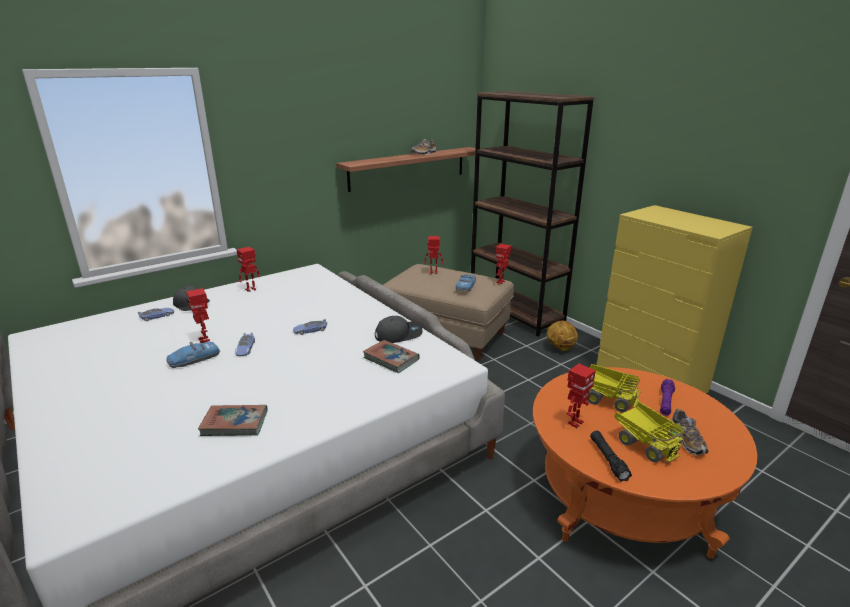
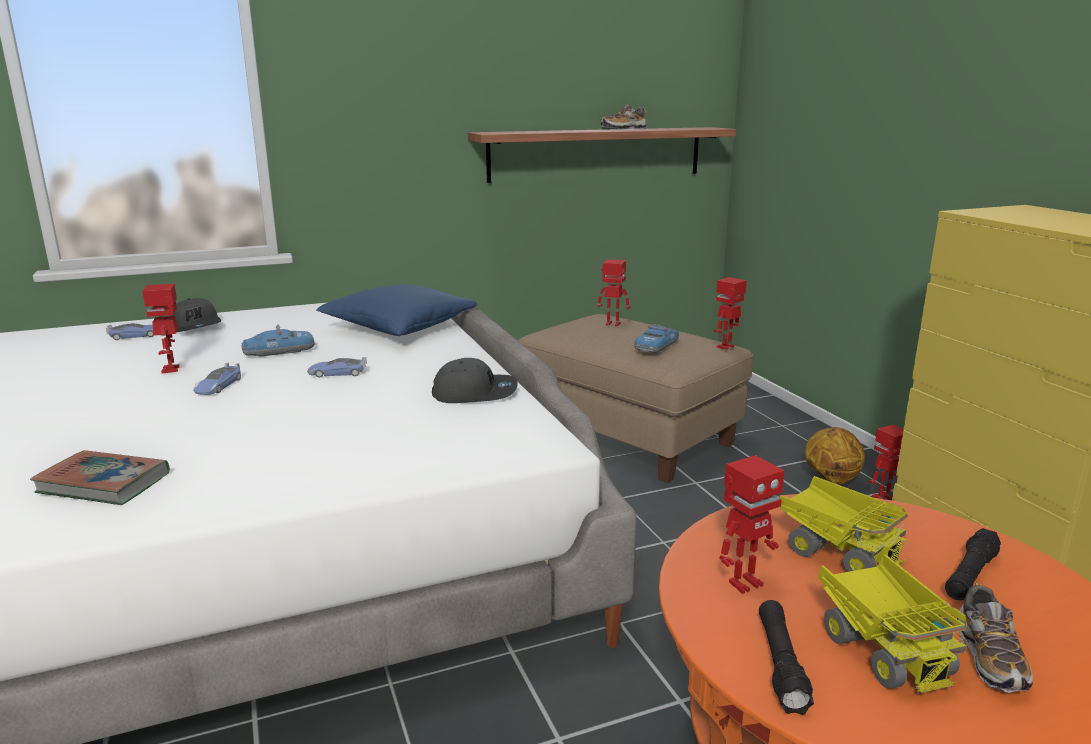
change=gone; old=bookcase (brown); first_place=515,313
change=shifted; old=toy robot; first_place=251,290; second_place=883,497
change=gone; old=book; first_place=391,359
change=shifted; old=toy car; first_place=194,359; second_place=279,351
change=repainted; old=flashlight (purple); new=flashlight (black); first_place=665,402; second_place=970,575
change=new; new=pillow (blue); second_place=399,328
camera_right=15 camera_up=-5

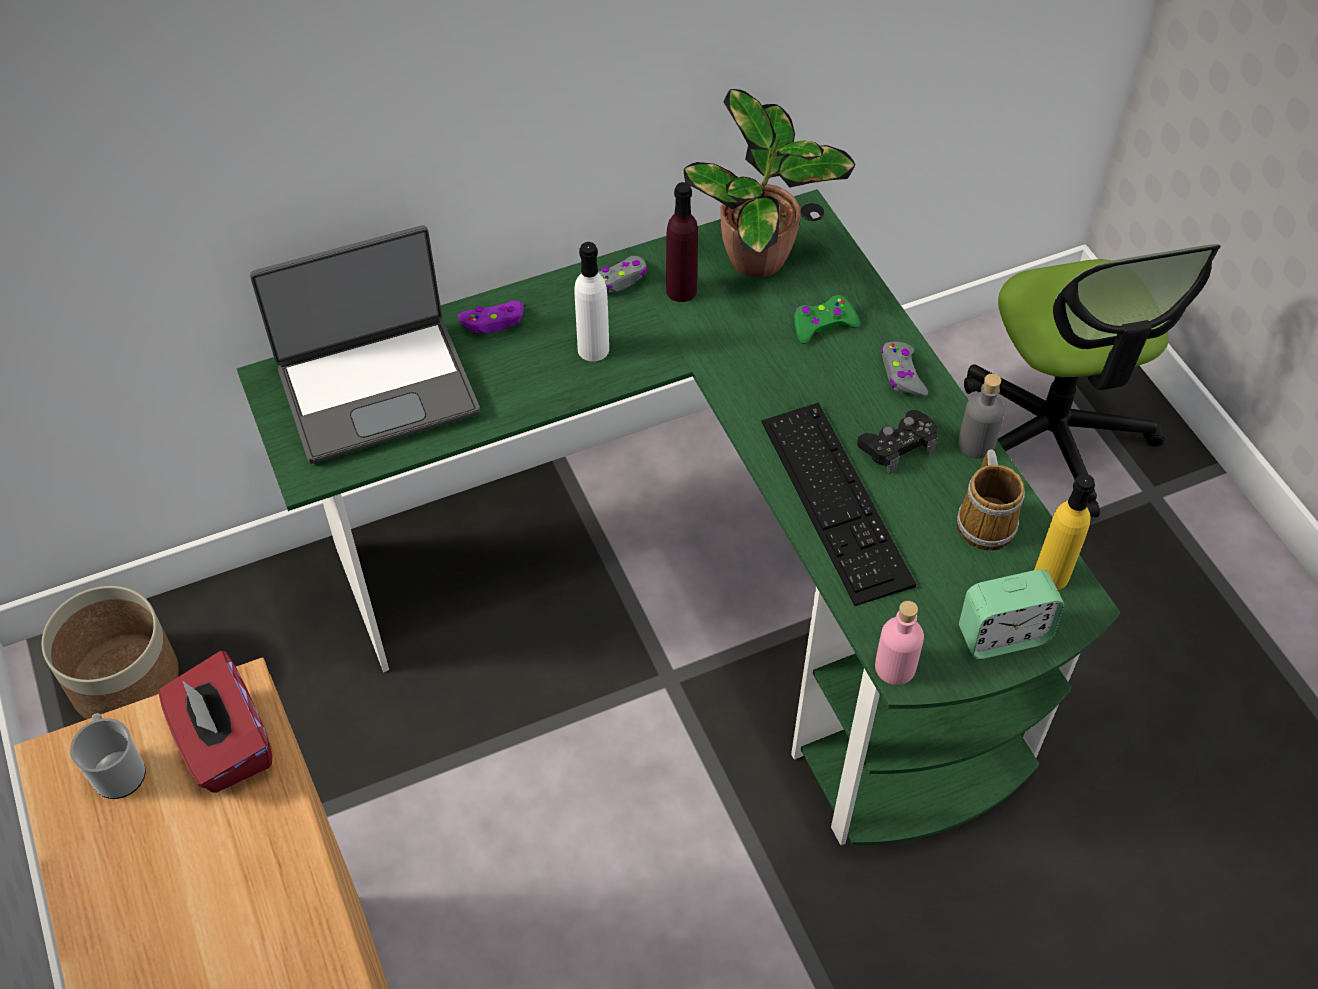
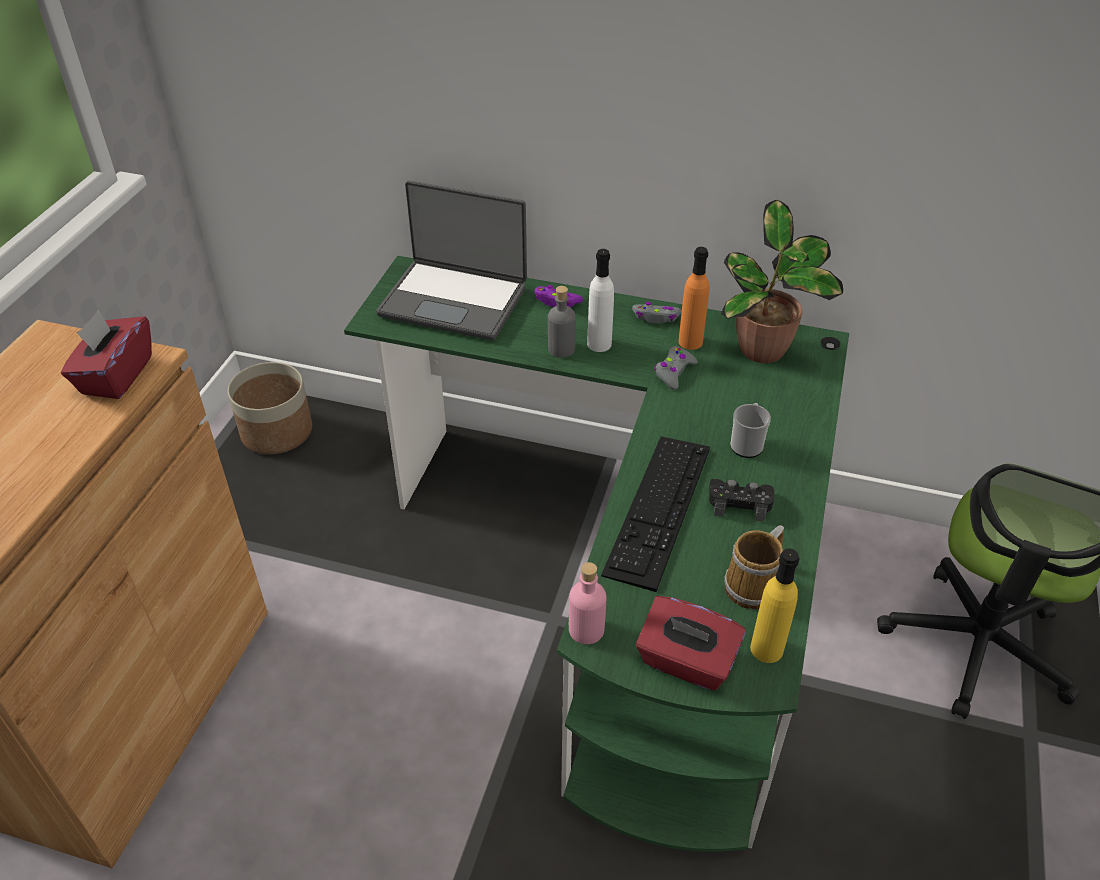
change=repainted; old=bottle (purple); new=bottle (orange); first_place=681,290; second_place=690,342
change=gone; old=game controller (green); first_place=823,325
change=shifted; old=game controller (grey); first_place=901,375; second_place=674,372
change=shifted; old=bottle (grey); first_place=976,444; second_place=561,349
change=swapped; old=alarm clock; new=tissue box (red); first_place=1003,635; second_place=686,662
change=shifted; old=mug; first_place=118,770; second_place=747,444
camera_right=40 camera_up=-10

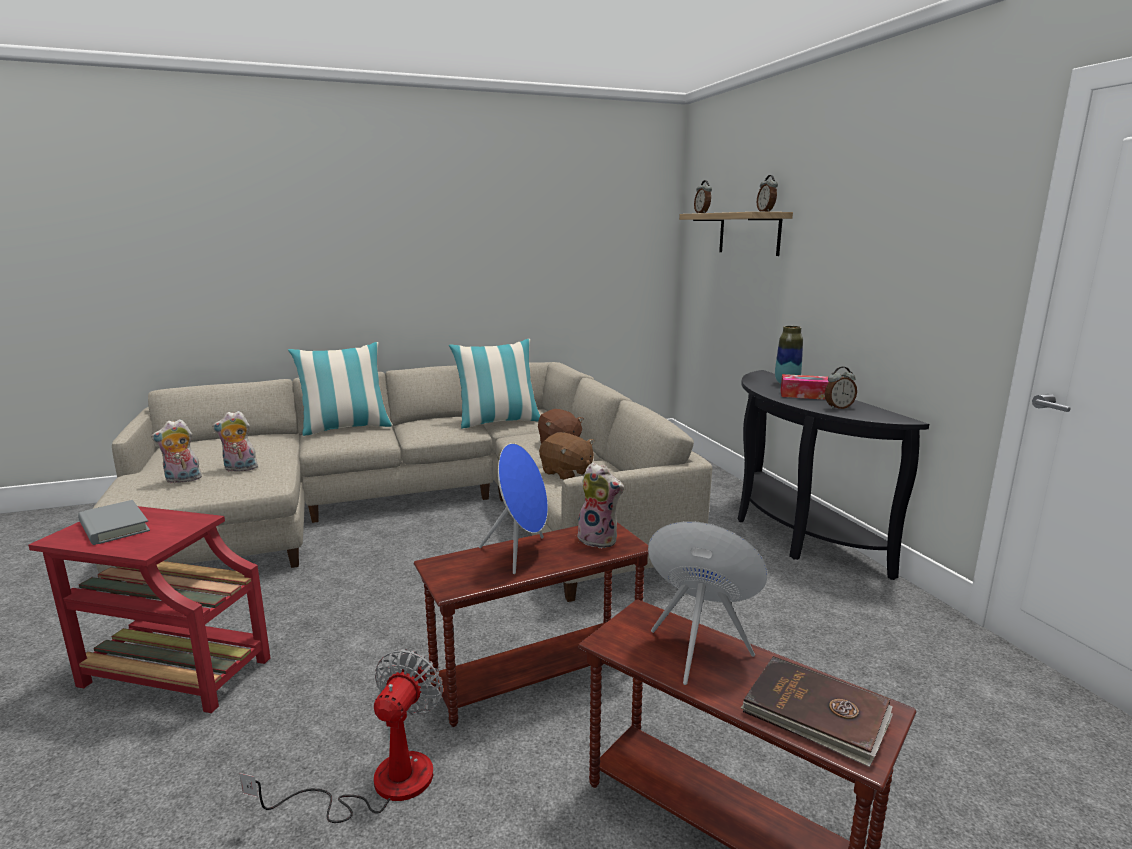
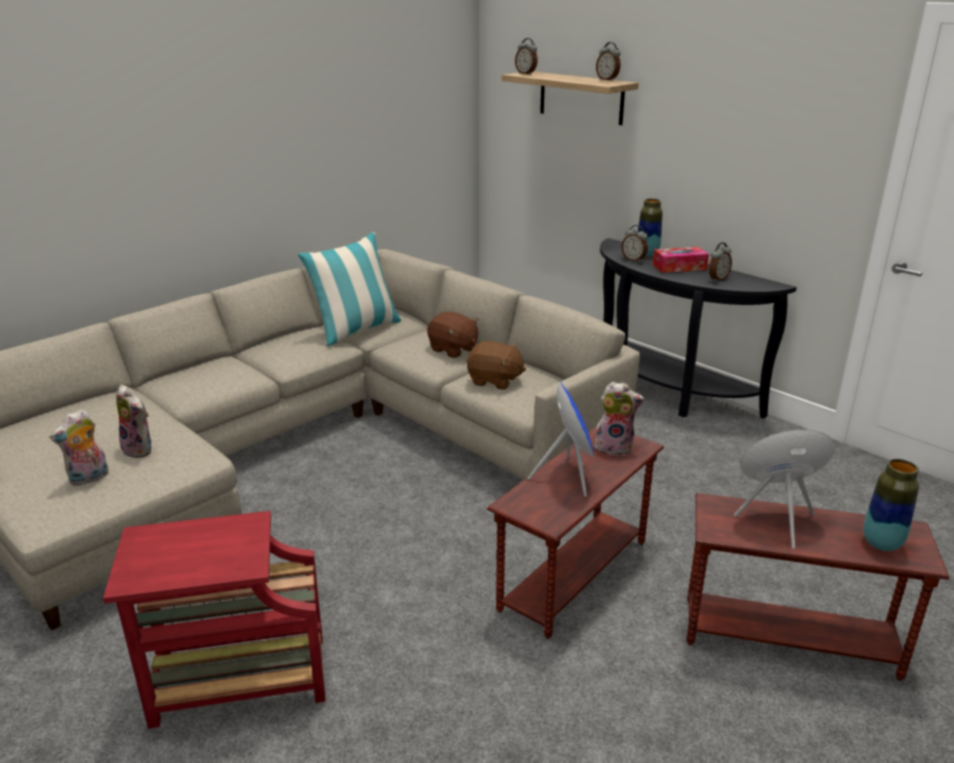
change=gone; old=pillow; first_place=346,428
change=rotated; old=plush toy; first_place=239,469; second_place=140,449; degrees=-105
change=gone; old=book (grey); first_place=114,526
change=gone; old=fan; first_place=380,784
change=swapped; old=book (brown); new=vase; first_place=816,714; second_place=881,543
change=new; new=alarm clock; second_place=634,260
camera_right=-25 camera_up=10

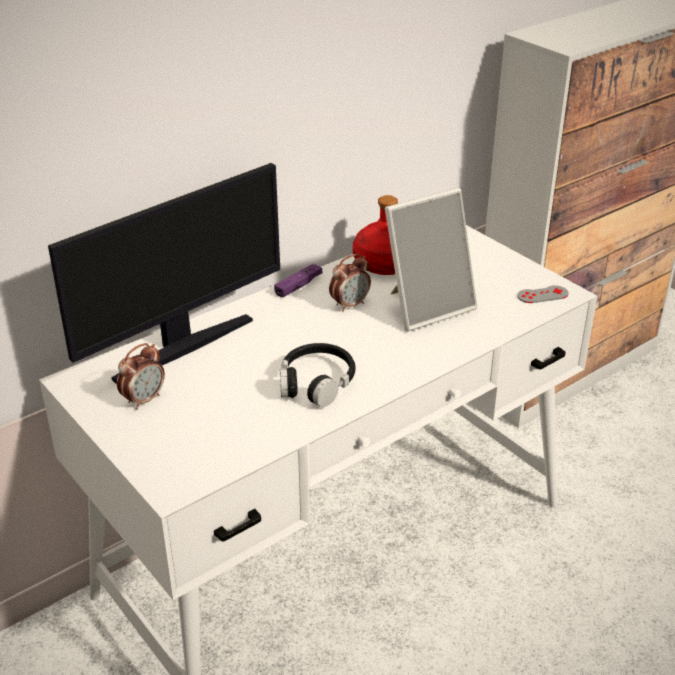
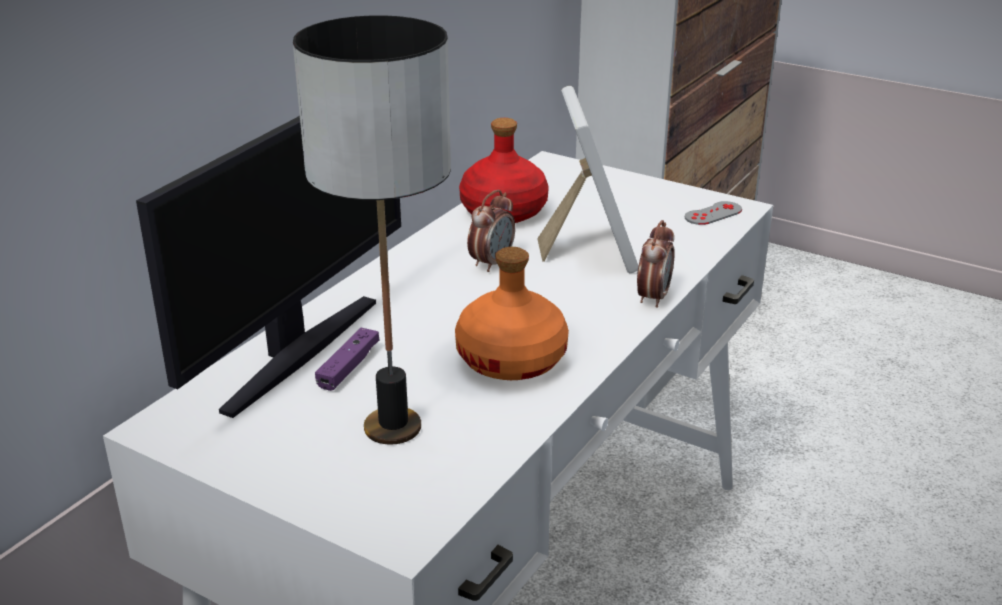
change=rotated; old=picture frame; first_place=426,306; second_place=588,248; degrees=-45
change=shifted; old=game controller (purple); first_place=298,286; second_place=348,367
change=shifted; old=alarm clock; first_place=144,400; second_place=653,297
change=swapped; old=headphones (black); new=bottle (orange); first_place=316,383; second_place=512,359
change=new; new=table lamp; second_place=394,428
camera_right=-20 camera_up=-5

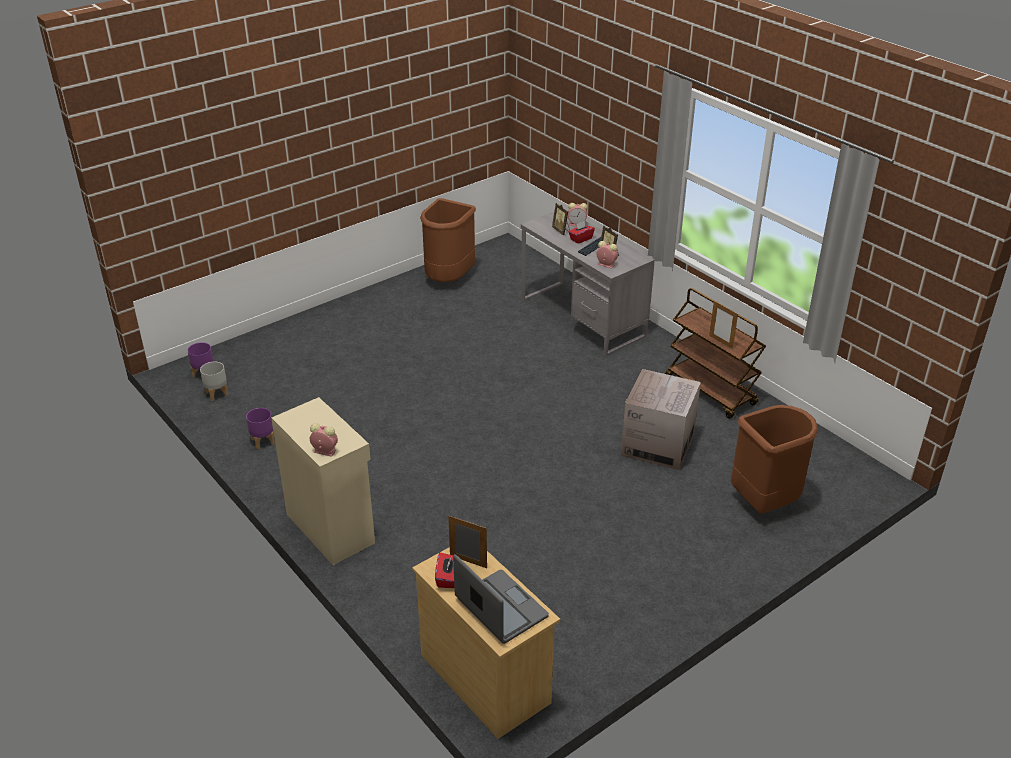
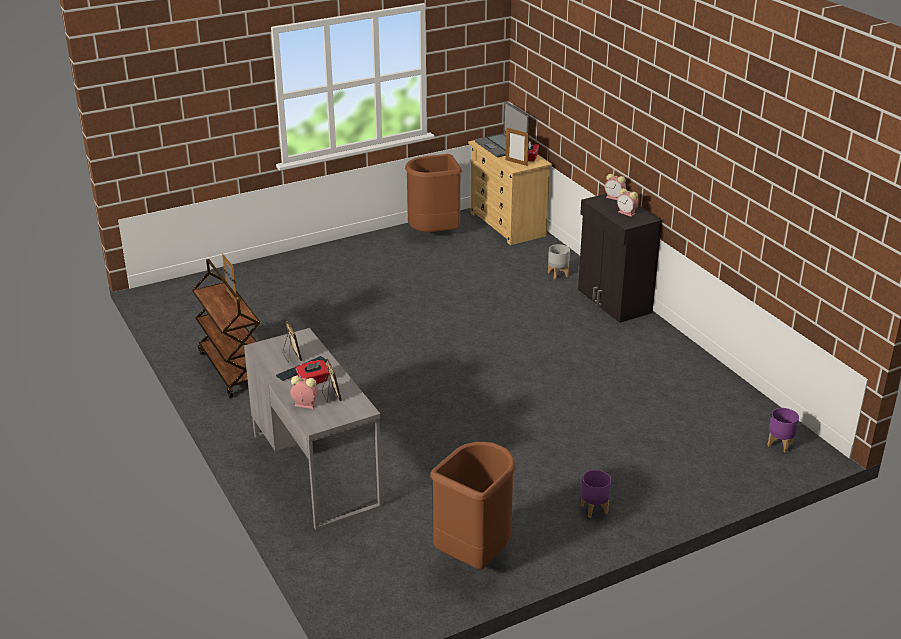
change=shifted; old=alarm clock; first_place=605,264; second_place=627,213
change=shifted; old=planter (grey); first_place=217,394; second_place=557,274
change=gone; old=cardboard box; first_place=658,444
change=repainted; old=cabinet (beige); new=cabinet (black); first_place=331,527; second_place=613,301
change=shifted; old=trash can (brown); first_place=765,502; second_place=434,233
change=shifted; old=planter (purple); first_place=262,441; second_place=594,509
camera_right=-170 camera_up=-5

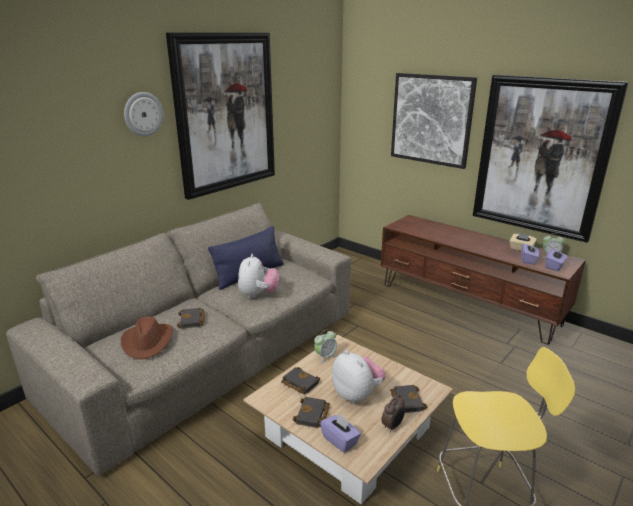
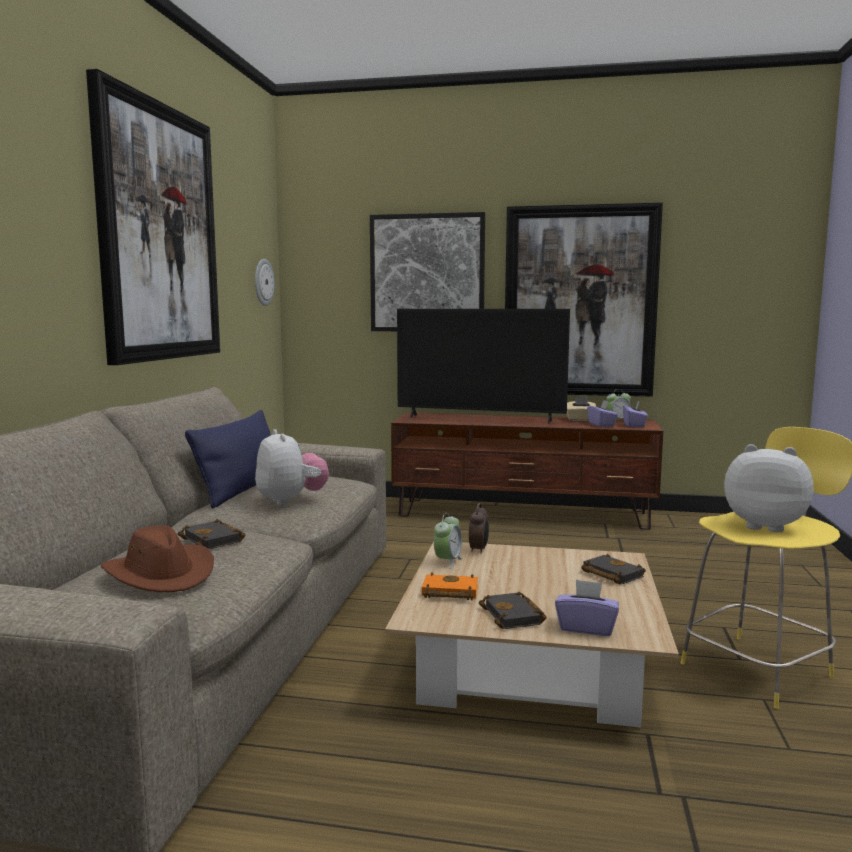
change=shifted; old=wall clock; first_place=143,114; second_place=263,282
change=shifted; old=plush toy; first_place=357,394; second_place=764,526
change=repainted; old=book (black); new=book (orange); first_place=299,383; second_place=448,592
change=shifted; old=alarm clock; first_place=393,426; second_place=479,550
change=new; new=television; second_place=479,419
camera_right=-30 camera_up=-15

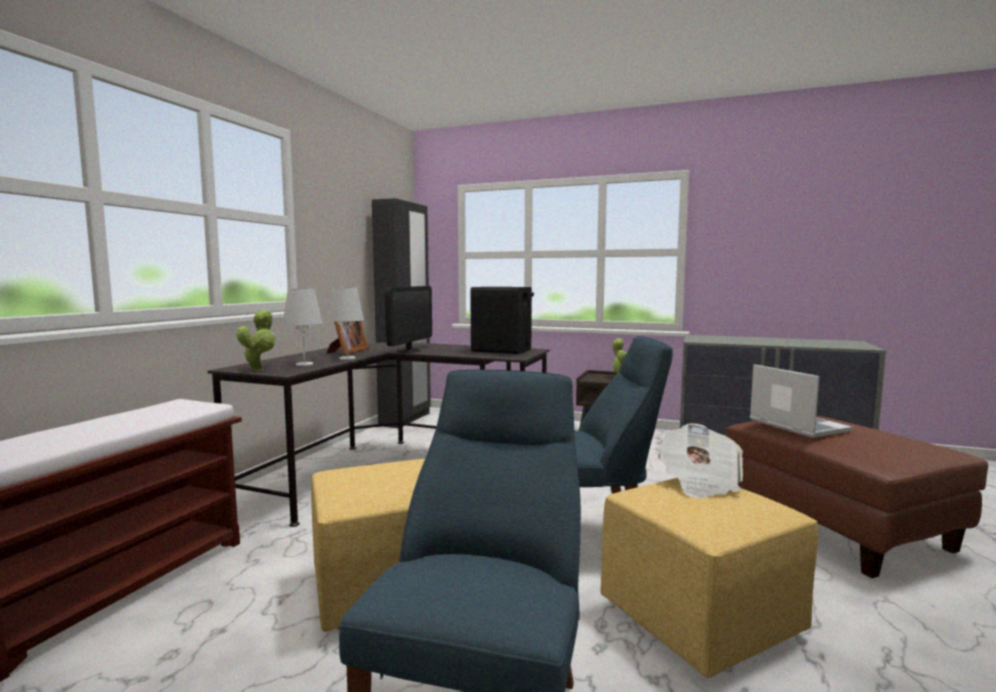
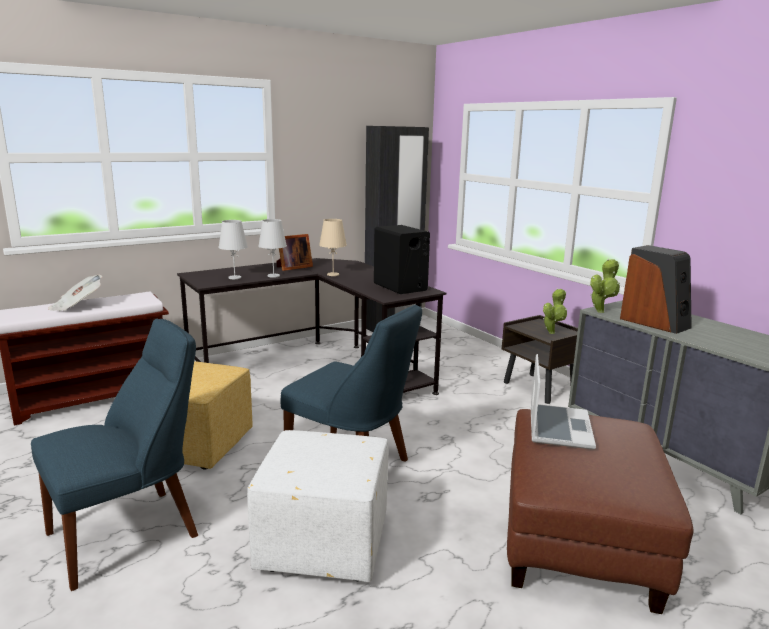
change=swapped; old=monitor; new=table lamp (beige); first_place=409,351; second_place=333,274
change=shifted; old=potted plant; first_place=259,370; second_place=601,311
change=shifted; old=newspaper; first_place=699,482; second_place=77,306
change=repainted; old=ottoman (yellow); new=ottoman (white); first_place=701,622; second_place=322,545
change=new; new=speaker; second_place=655,323
camera_right=35 camera_up=10

